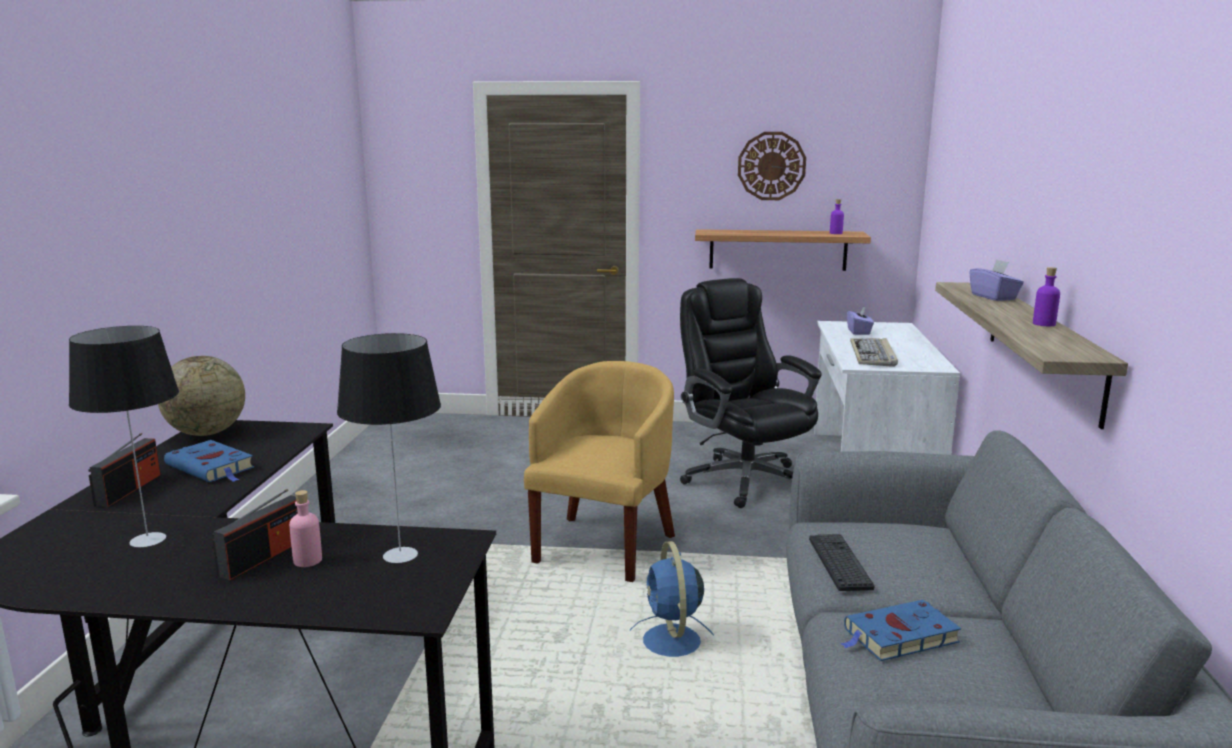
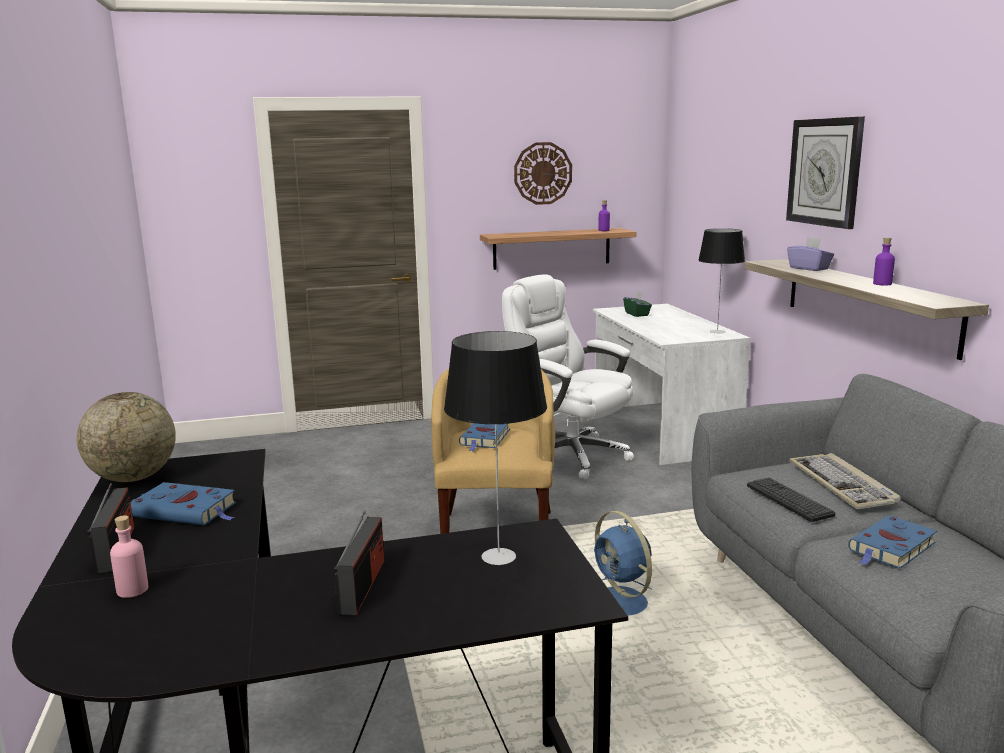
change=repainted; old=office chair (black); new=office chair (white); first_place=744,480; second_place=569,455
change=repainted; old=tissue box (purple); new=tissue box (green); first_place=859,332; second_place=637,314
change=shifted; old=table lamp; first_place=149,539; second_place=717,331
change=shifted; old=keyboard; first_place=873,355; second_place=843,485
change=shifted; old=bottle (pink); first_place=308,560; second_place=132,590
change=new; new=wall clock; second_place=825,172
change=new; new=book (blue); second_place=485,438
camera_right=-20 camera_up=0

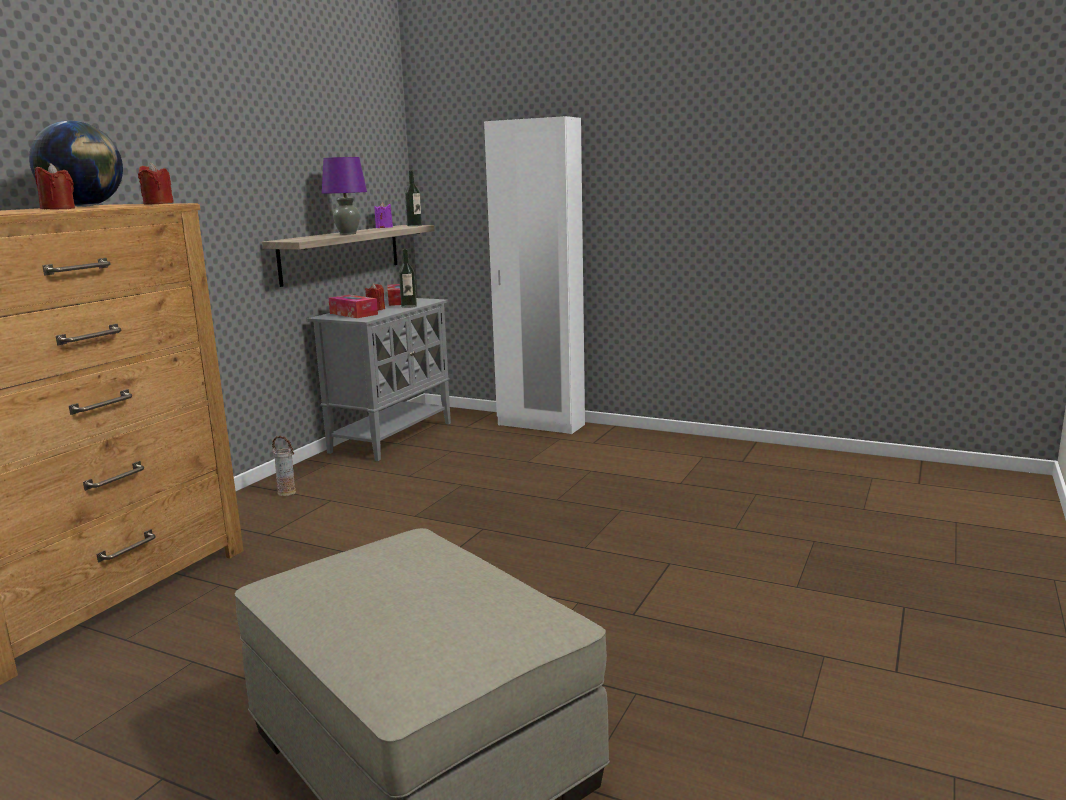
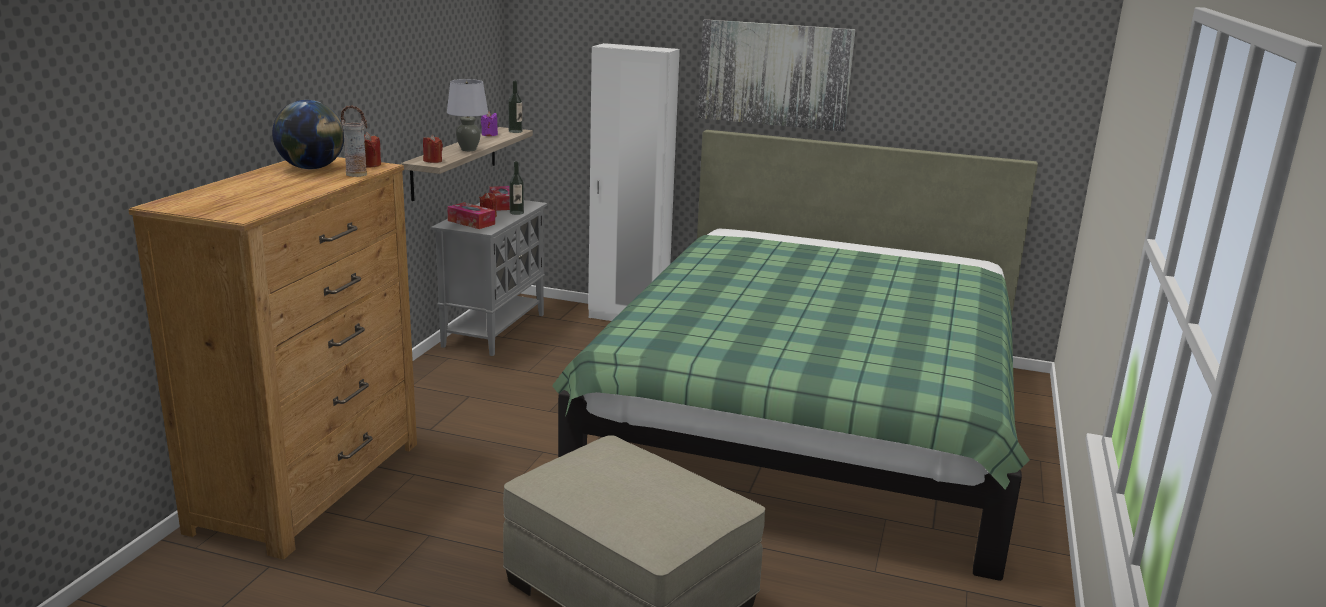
change=repainted; old=table lamp (purple); new=table lamp (grey); first_place=348,234; second_place=468,149
change=shifted; old=candle (red); first_place=58,209; second_place=433,161
change=shifted; old=vase; first_place=287,493; second_place=357,175
change=new; new=picture; second_place=774,74
change=new; new=bed (green); second_place=809,421
camera_right=-10 camera_up=5

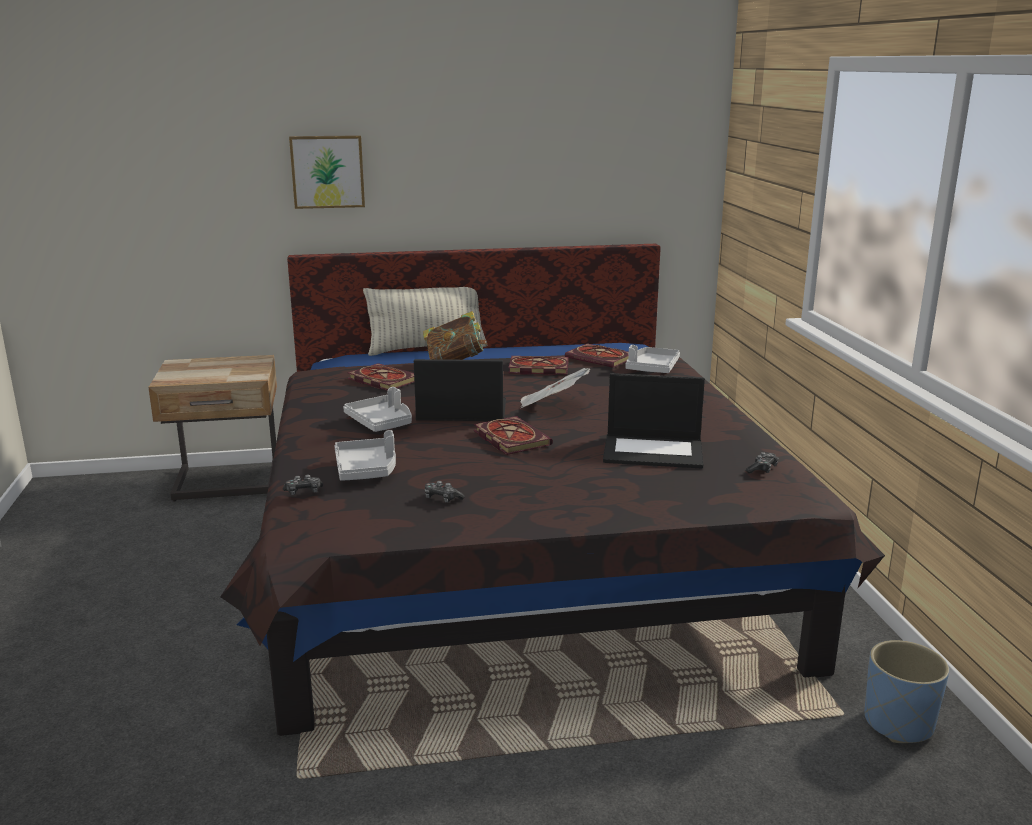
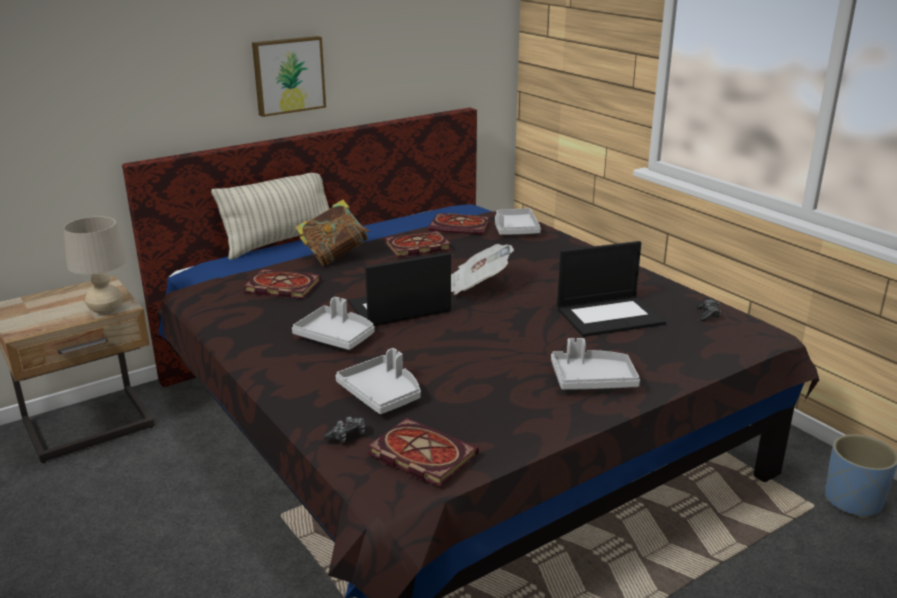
change=shifted; old=picture; first_place=327,171; second_place=288,75
change=shifted; old=book; first_place=509,438; second_place=419,455
change=gone; old=game controller; first_place=442,498
change=new; new=table lamp (beige); second_place=106,311
change=new; new=tray (grey); second_place=592,380
camera_right=-25 camera_up=5

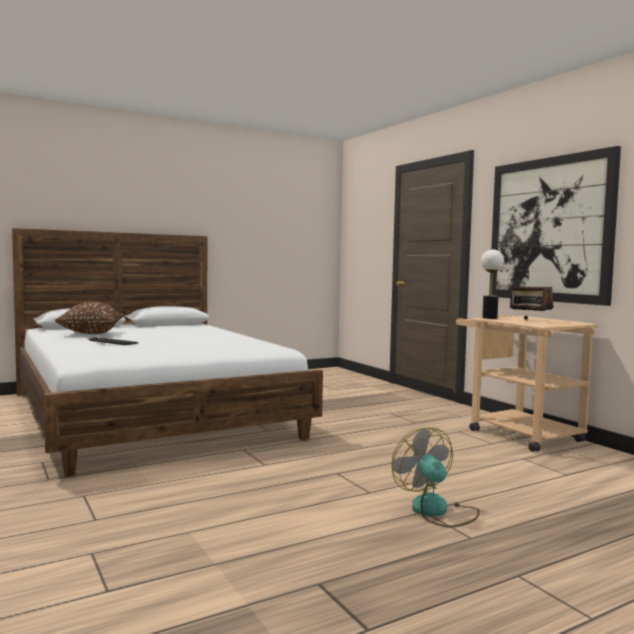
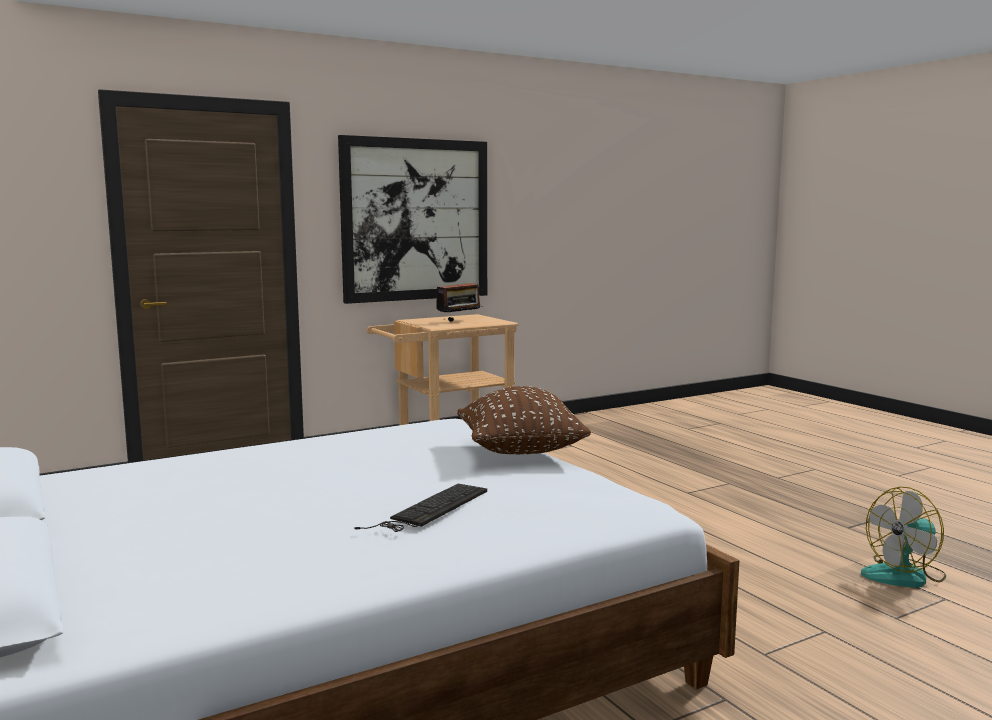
change=gone; old=table lamp; first_place=490,318
change=shifted; old=pillow (brown); first_place=90,333; second_place=520,453
change=shifted; old=fan; first_place=437,511; second_place=905,575
camera_right=-90 camera_up=5

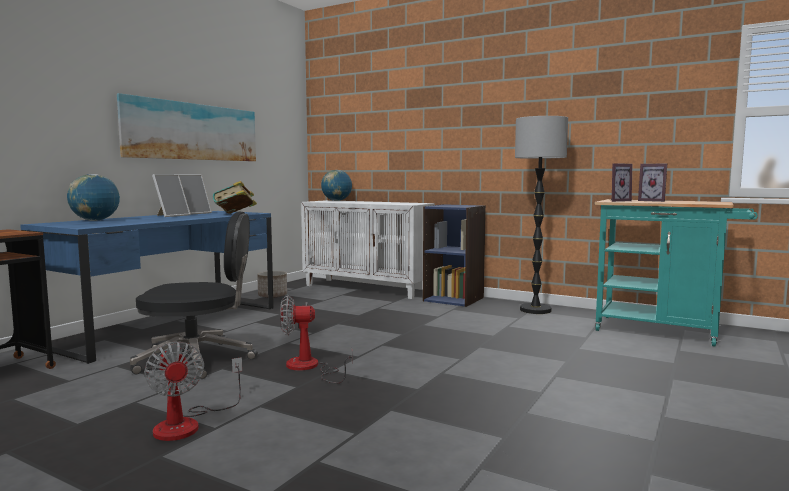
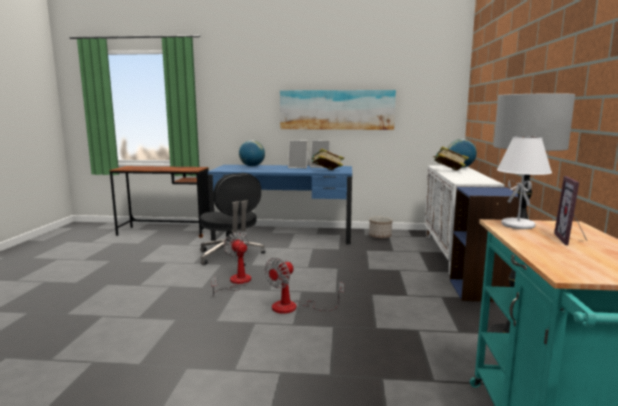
change=swapped; old=picture frame; new=table lamp (white); first_place=616,201; second_place=518,225
change=shifted; old=fan; first_place=188,423; second_place=293,307
change=new; new=book; second_place=448,171
camera_right=65 camera_up=5

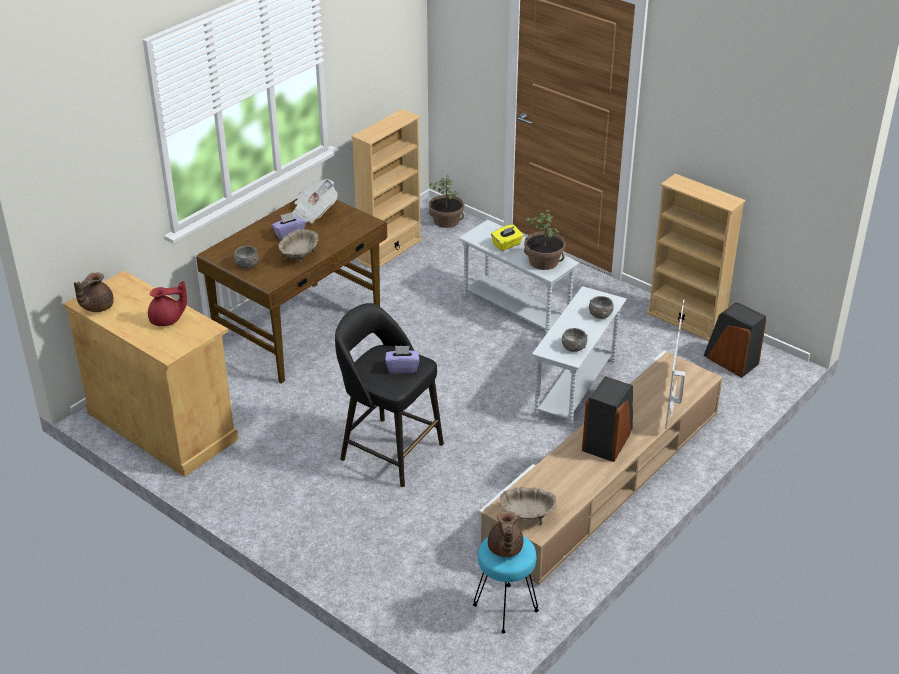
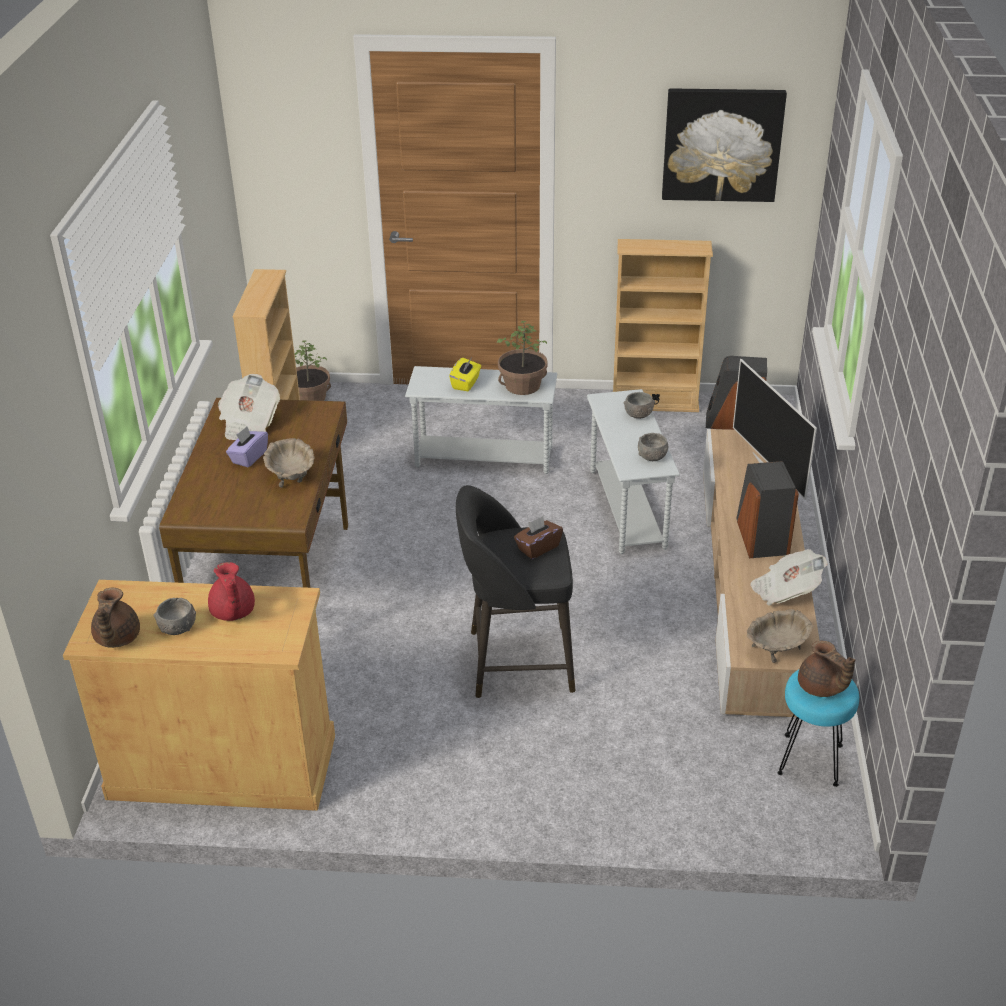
change=shifted; old=bowl (grey); first_place=247,264; second_place=178,627
change=rotated; old=teapot (red); first_place=167,320; second_place=232,612; degrees=120
change=repainted; old=tissue box (purple); new=tissue box (brown); first_place=402,368; second_place=538,548
change=new; new=picture; second_place=722,144
change=new; new=newspaper; second_place=785,591
camera_right=-35 camera_up=0

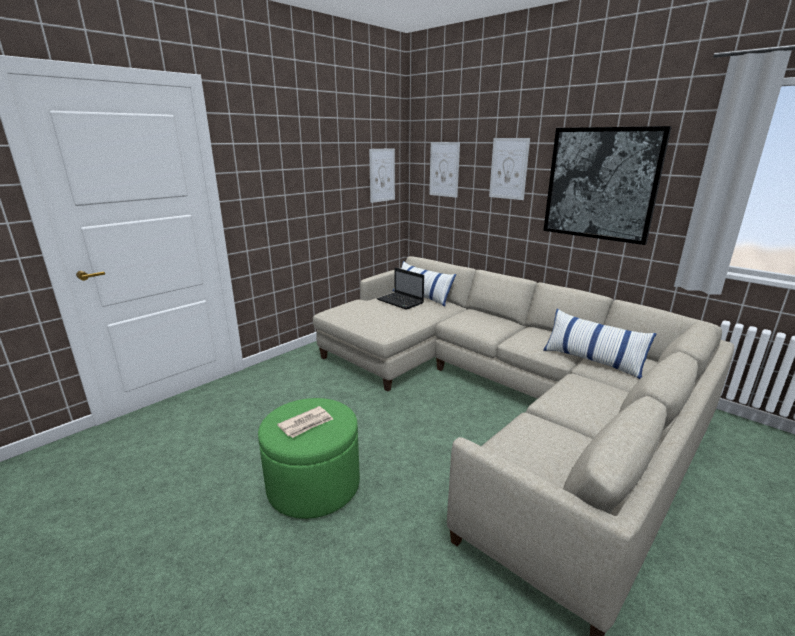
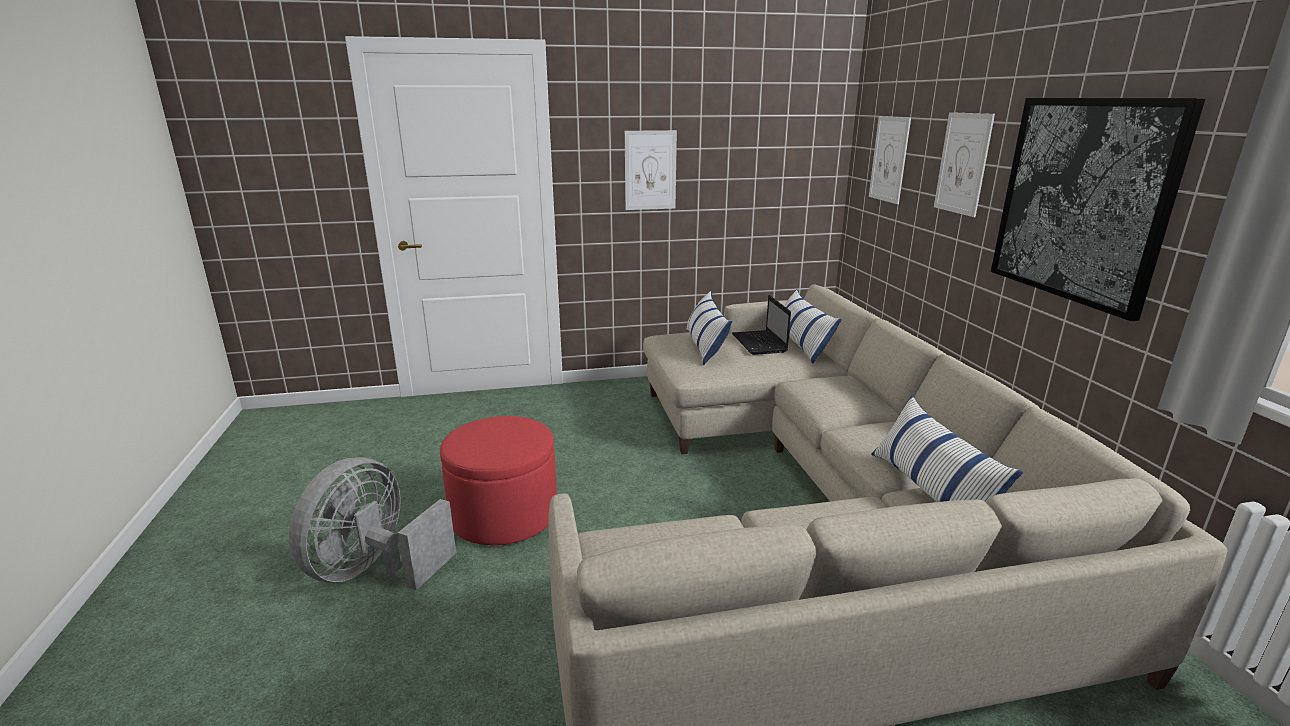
change=shifted; old=picture; first_place=382,175; second_place=650,170
change=repainted; old=ottoman (green); new=ottoman (red); first_place=313,485; second_place=504,515
change=gone; old=newspaper; first_place=306,424
change=new; new=pillow; second_place=705,346
change=new; new=fan (grey); second_place=374,570
camera_right=35 camera_up=0

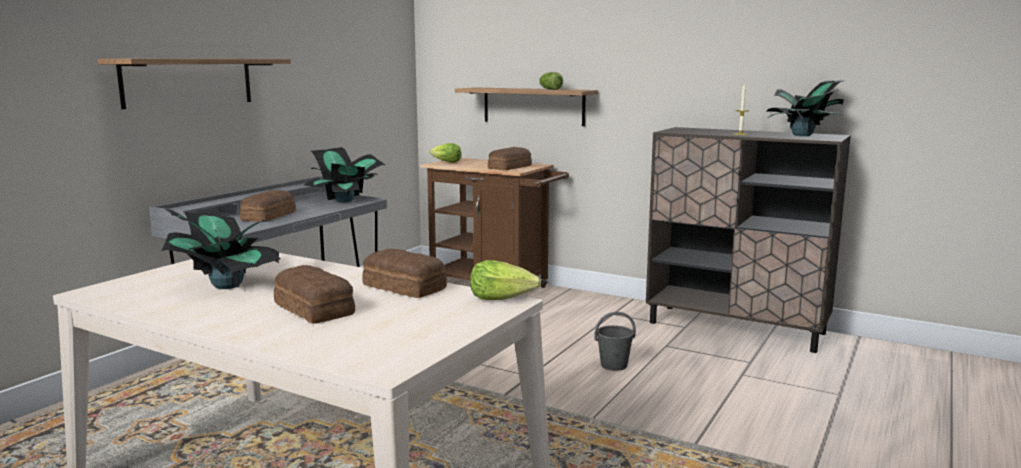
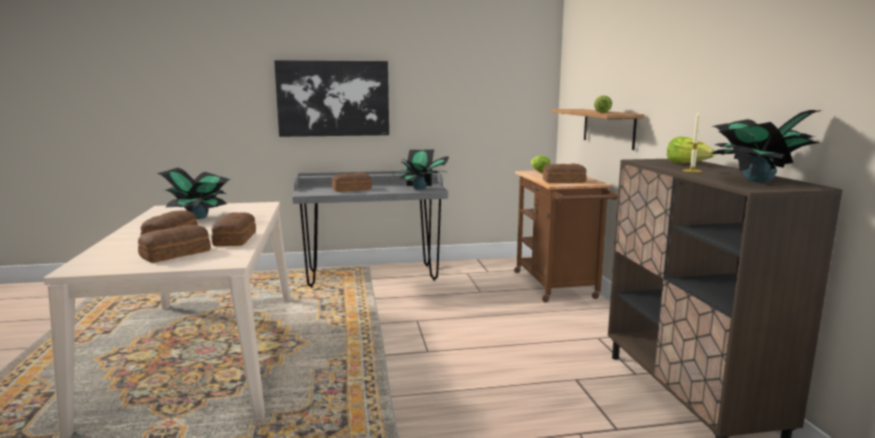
change=swapped; old=shelf; new=picture; first_place=188,82; second_place=333,98
change=shifted; old=lettuce; first_place=502,298; second_place=688,164
change=gone; old=bucket (grey); first_place=614,365
change=new; new=bread; second_place=177,254
camera_right=50 camera_up=0

